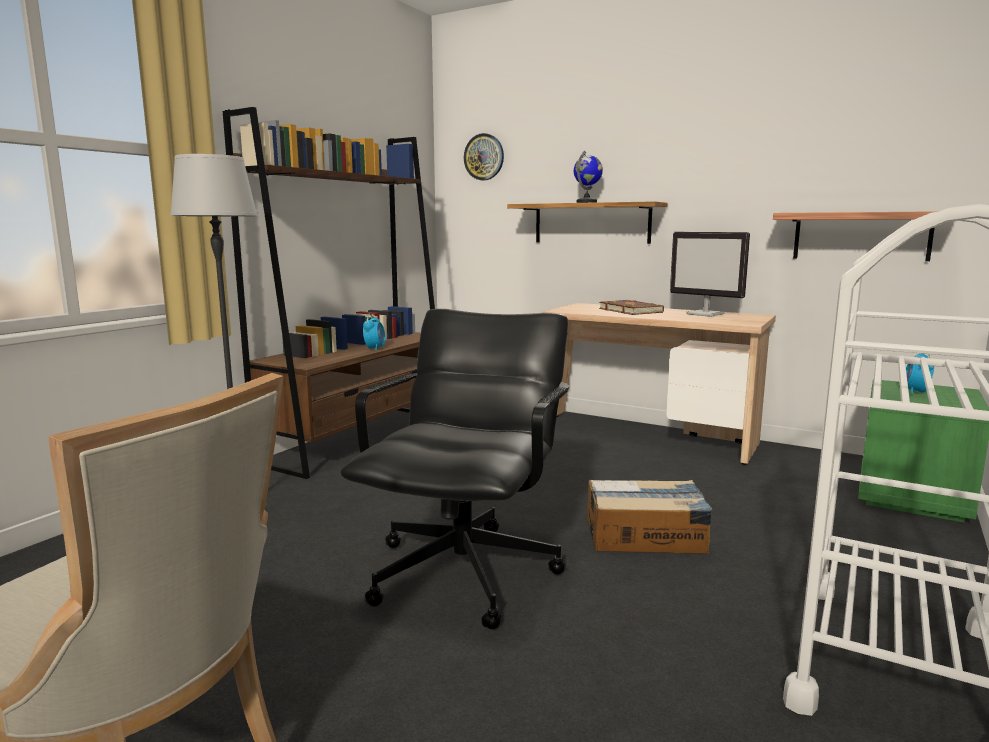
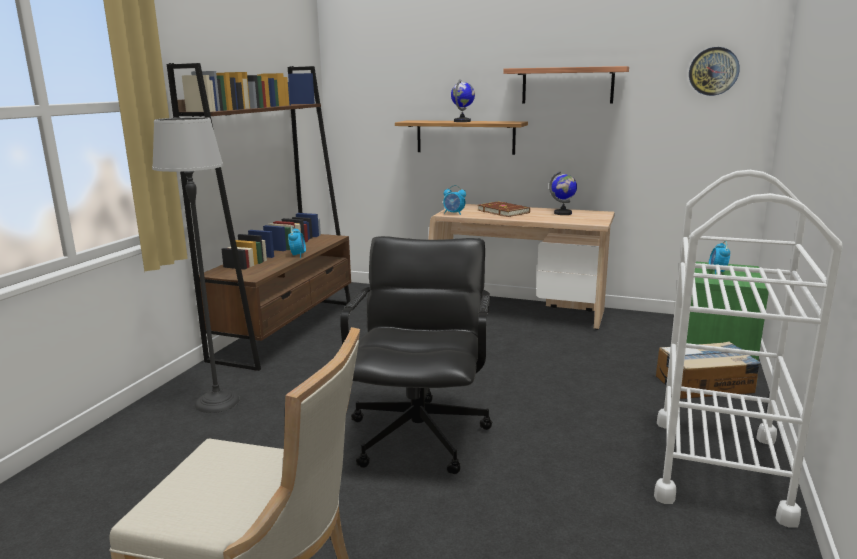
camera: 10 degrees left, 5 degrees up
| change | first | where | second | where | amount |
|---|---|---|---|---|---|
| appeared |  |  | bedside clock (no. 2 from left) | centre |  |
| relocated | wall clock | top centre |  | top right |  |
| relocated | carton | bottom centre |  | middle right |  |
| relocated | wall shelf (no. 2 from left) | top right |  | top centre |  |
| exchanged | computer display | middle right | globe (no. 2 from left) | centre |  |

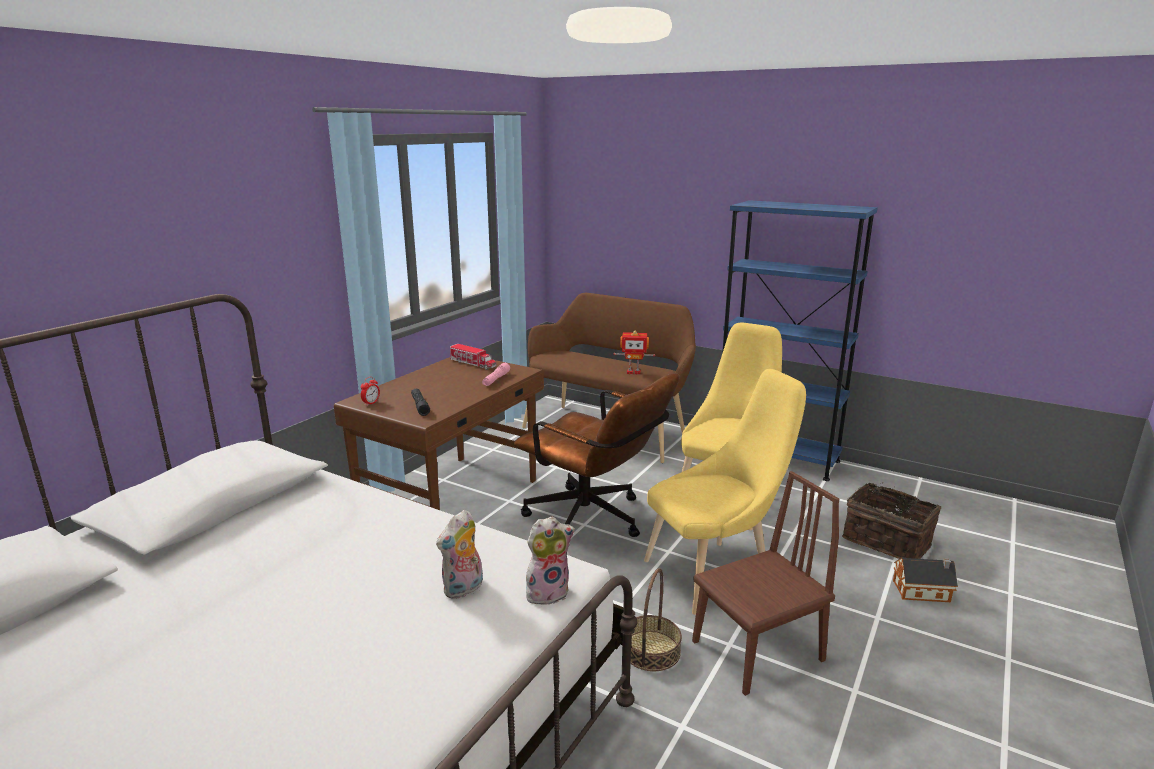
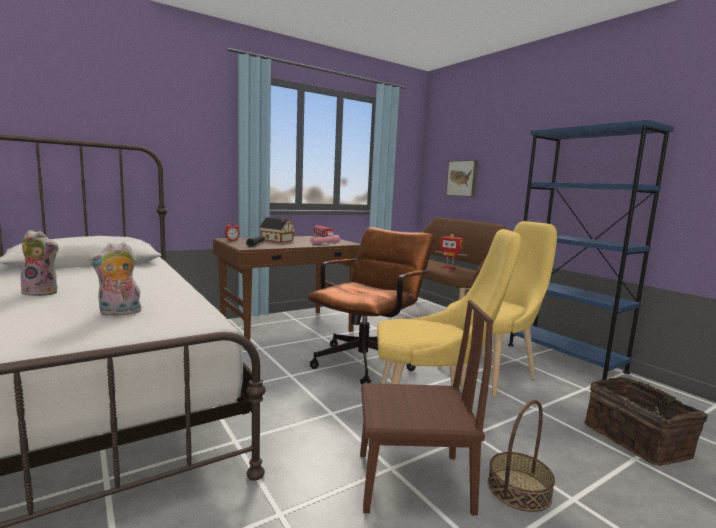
camera: 25 degrees right, 10 degrees down
| change | first | where | second | where | amount |
|---|---|---|---|---|---|
| appeared |  |  | wall picture | centre |  |
| relocated | plush toy (no. 2 from left in the first image) | bottom centre | plush toy (no. 1 from left) | middle left |  |
| relocated | household basket (no. 1 from left) | bottom centre |  | bottom right |  |
| relocated | toy house | bottom right |  | centre |  |
| spun | brownish office chair | centre |  | centre | 120 degrees counterclockwise |

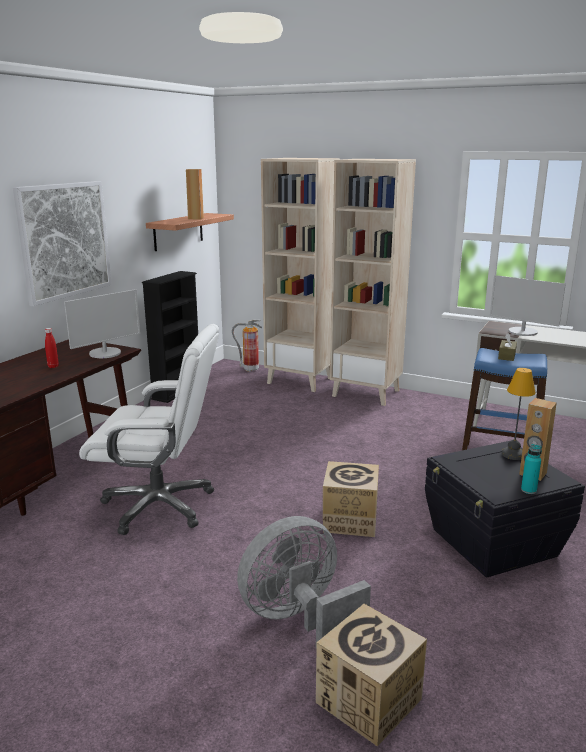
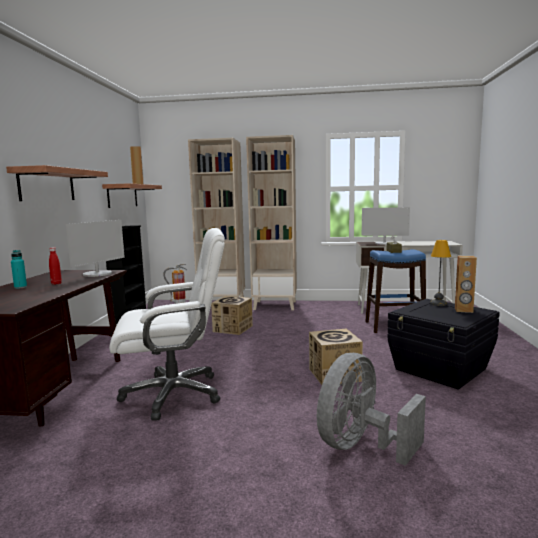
camera: 20 degrees left, 10 degrees down
| change | first | where | second | where | amount |
|---|---|---|---|---|---|
| relocated | carton (no. 2 from left in the first image) | bottom centre | carton (no. 1 from left) | centre |  |
| relocated | blue-green bottle | middle right |  | middle left |  |
| exchanged | wall picture | top left | wall shelf (no. 1 from left) | middle left |  |

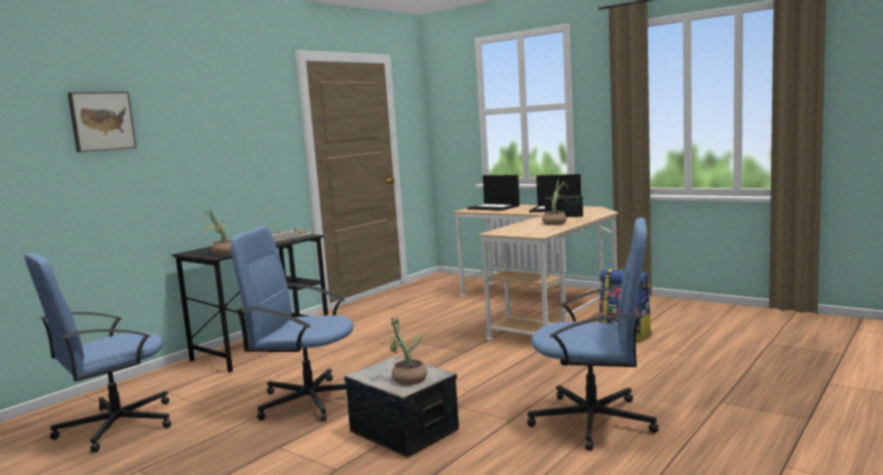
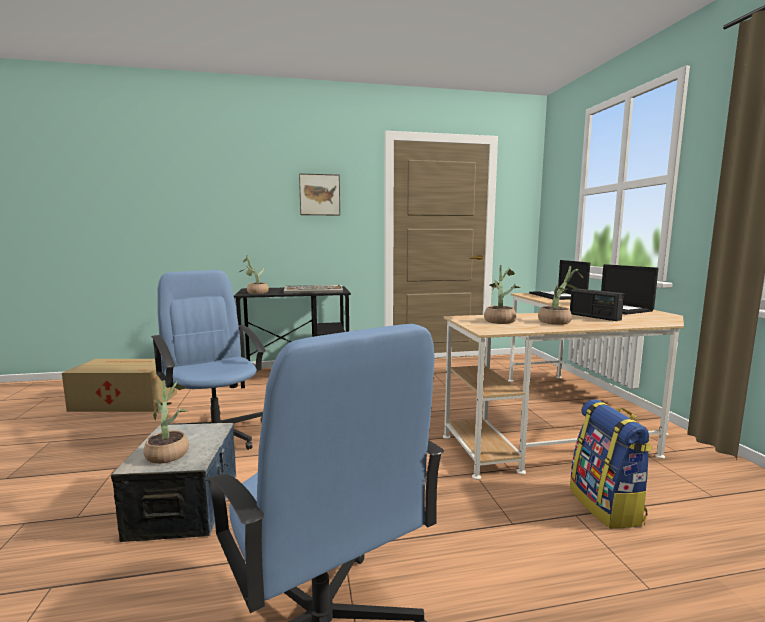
camera: 40 degrees right, 0 degrees up
| change | first | where | second | where | amount |
|---|---|---|---|---|---|
| appeared |  |  | plant in a pot (no. 3 from left) | centre |  |
| relocated | wall picture | top left |  | top centre |  |
| exchanged | bluish office chair (no. 1 from left) | bottom left | carton | middle left |  |

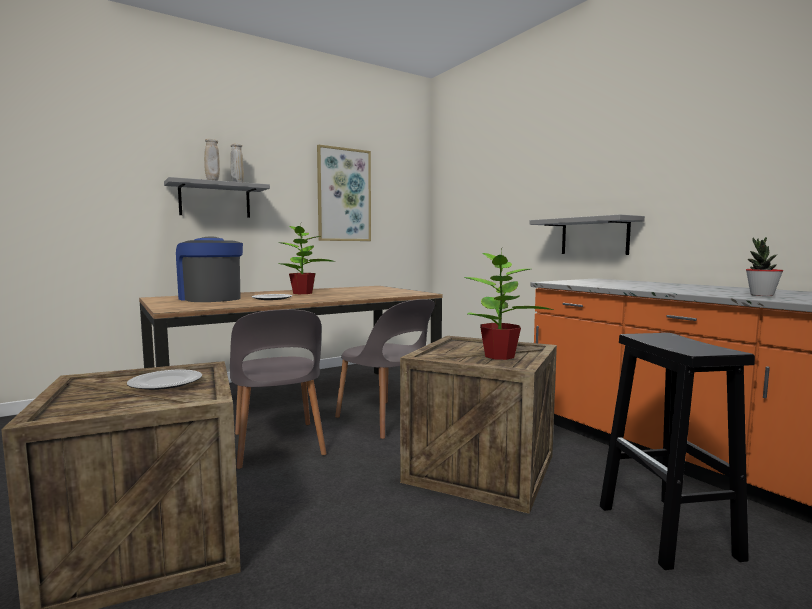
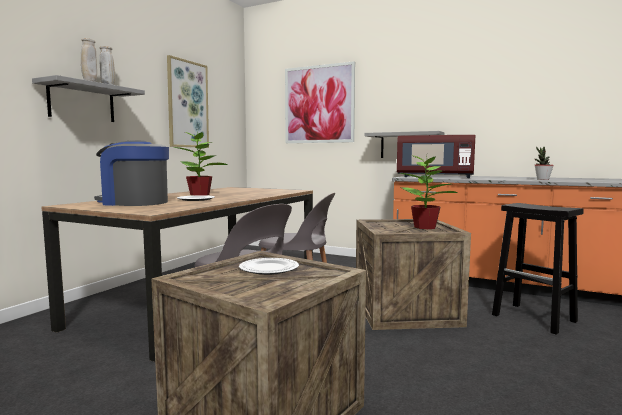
camera: 30 degrees left, 0 degrees up
| change | first | where | second | where | amount |
|---|---|---|---|---|---|
| appeared |  |  | wall picture (no. 2 from left) | top centre |  |
| appeared |  |  | red-coloured microwave oven | middle right |  |

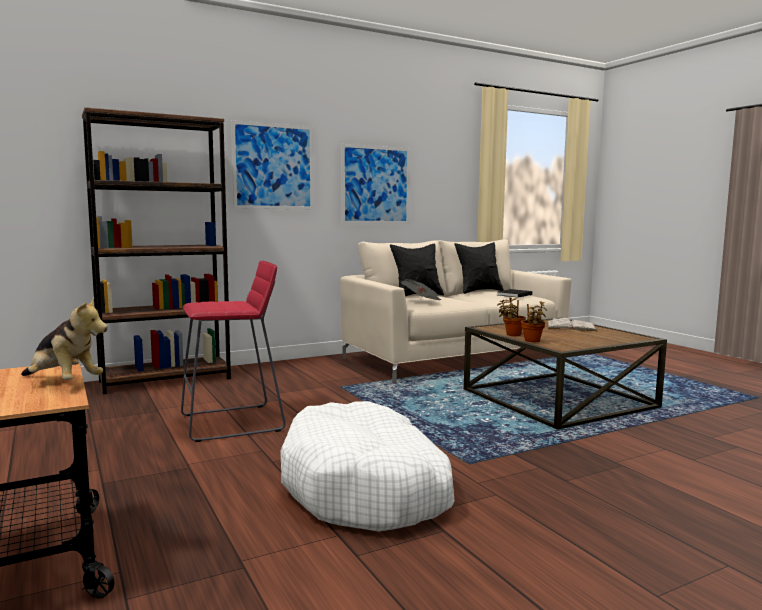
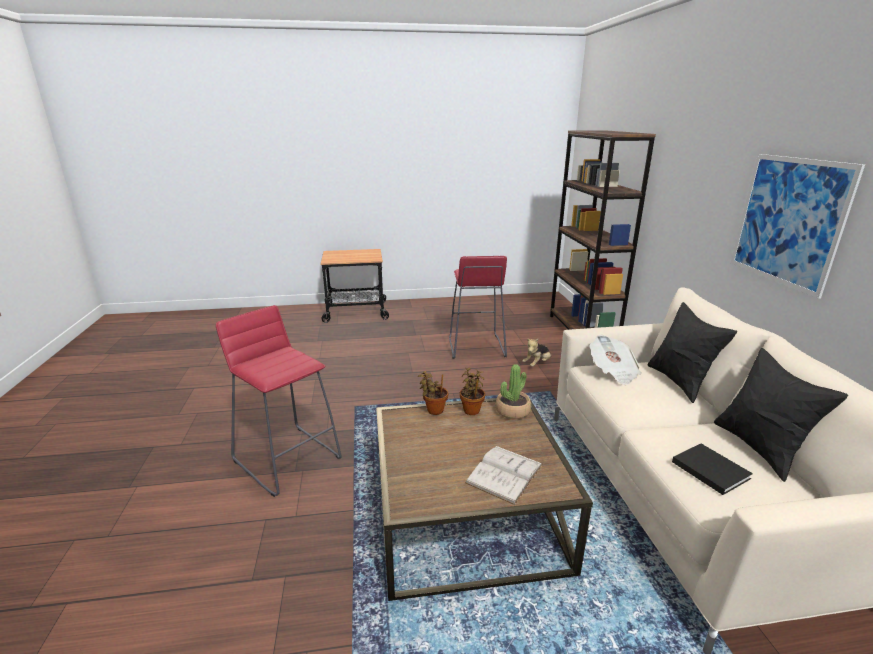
camera: 110 degrees right, 15 degrees up
| change | first | where | second | where | amount |
|---|---|---|---|---|---|
| missing | wall picture (no. 1 from left) | top centre |  |  |  |
| missing | whitish dog bed | bottom centre |  |  |  |
| appeared |  |  | red-coloured stool seat (no. 1 from left) | middle left |  |
| appeared |  |  | plant in a pot (no. 3 from left) | centre |  |
| relocated | plush toy | middle left |  | centre |  |

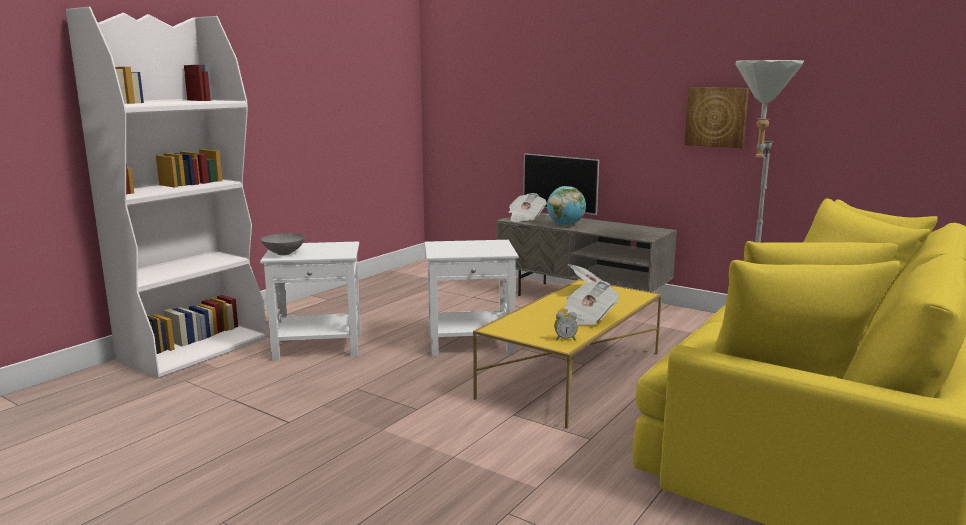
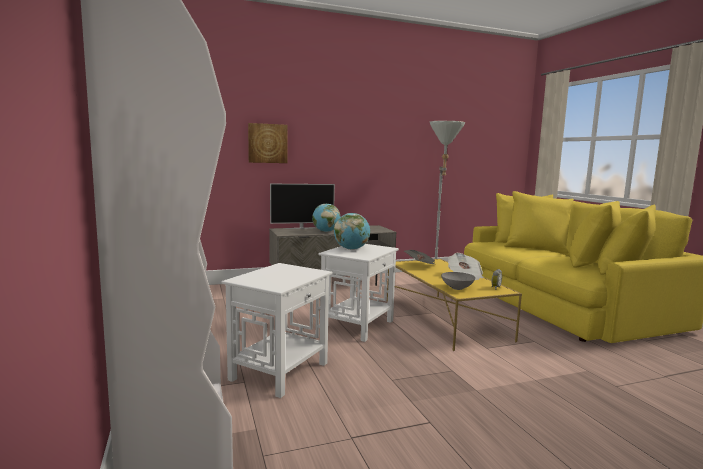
camera: 55 degrees left, 5 degrees down
| change | first | where | second | where | amount |
|---|---|---|---|---|---|
| missing | newspaper (no. 1 from left) | centre |  |  |  |
| appeared |  |  | globe (no. 2 from left) | centre |  |
| relocated | grey serving bowl | middle left |  | centre |  |
| relocated | wall picture | top right |  | top centre |  |

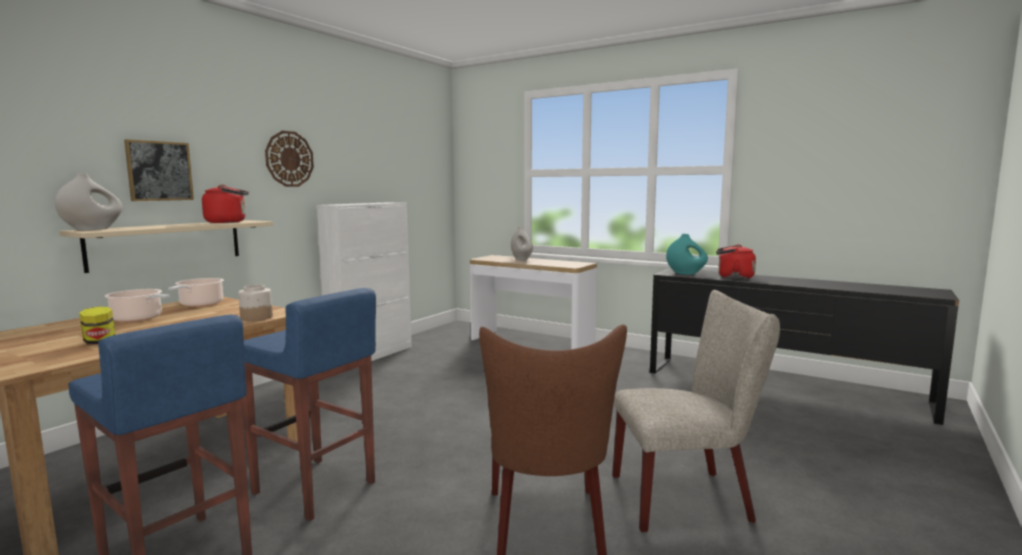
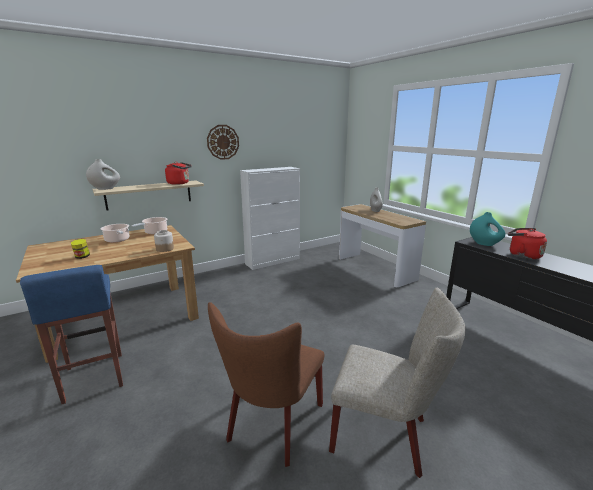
camera: 25 degrees right, 10 degrees up
| change | first | where | second | where | amount |
|---|---|---|---|---|---|
| missing | wall picture | top left |  |  |  |
| missing | bluish stool seat (no. 2 from left) | bottom left |  |  |  |

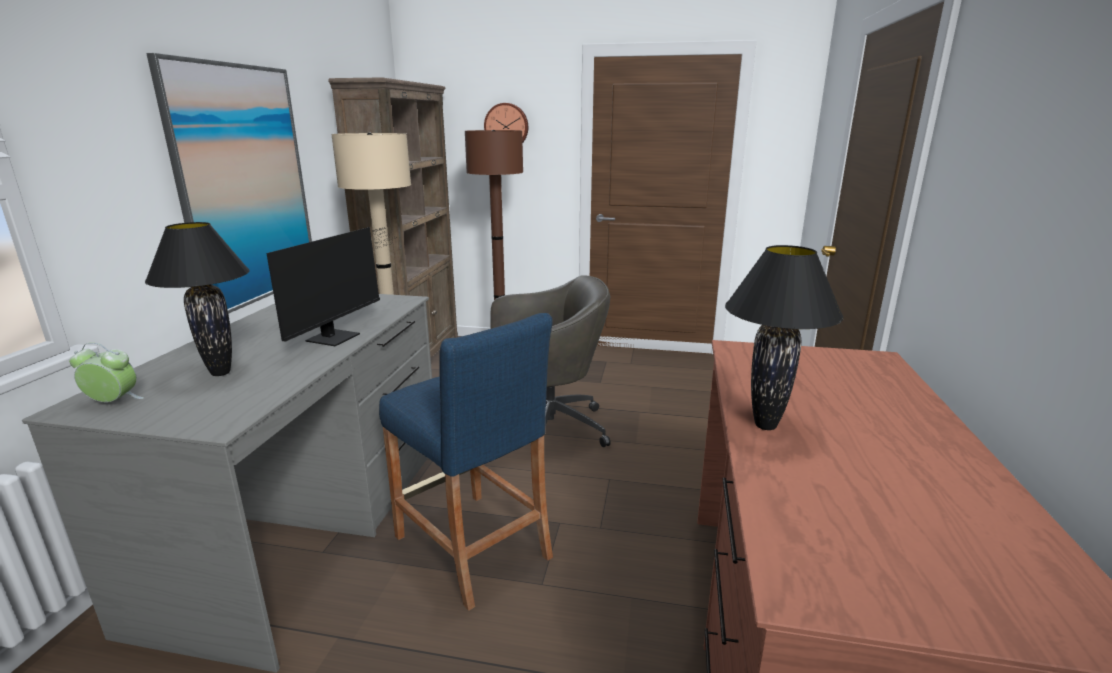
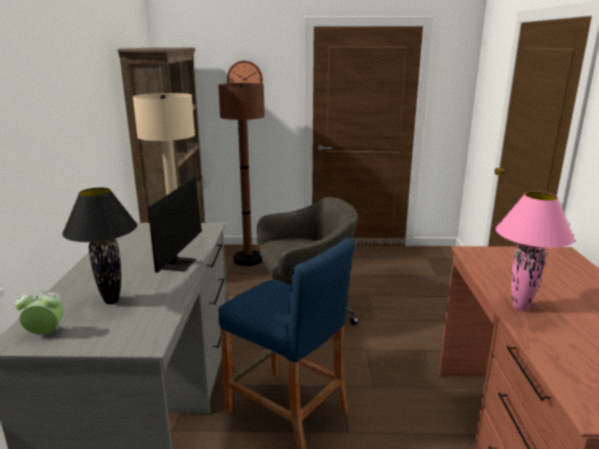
camera: 10 degrees left, 0 degrees up
| change | first | where | second | where | amount |
|---|---|---|---|---|---|
| missing | wall picture | top left |  |  |  |
| colour | blackish tabletop lamp (no. 2 from left) | middle right | pink tabletop lamp | middle right |  |

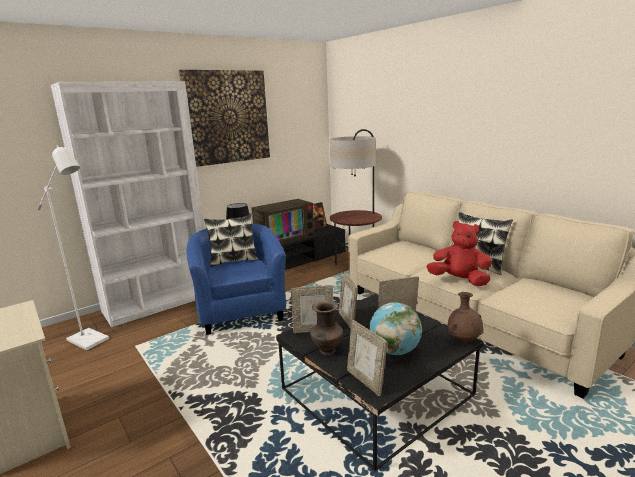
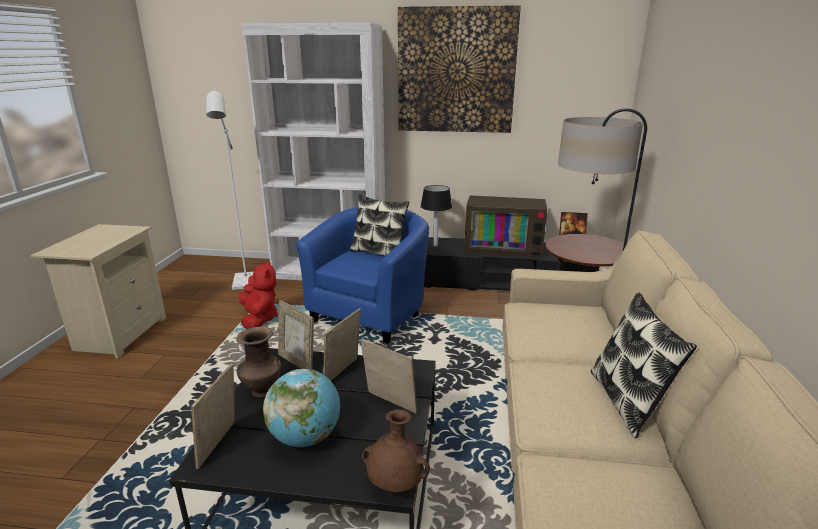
camera: 45 degrees right, 5 degrees up
| change | first | where | second | where | amount |
|---|---|---|---|---|---|
| relocated | red-coloured plush toy | middle right |  | middle left |  |

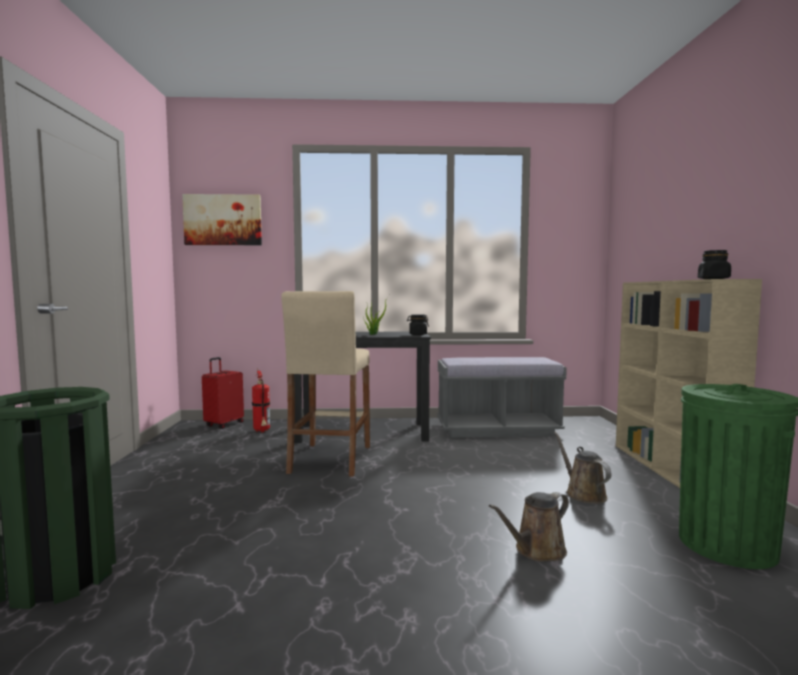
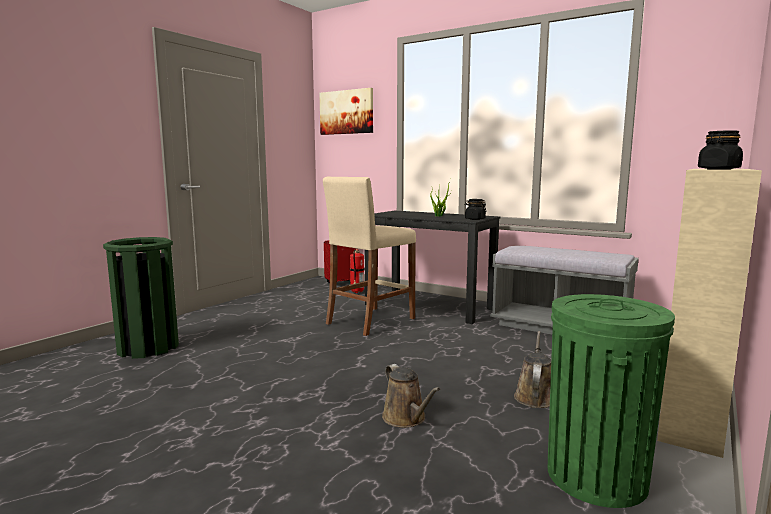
camera: 35 degrees right, 5 degrees up
| change | first | where | second | where | amount |
|---|---|---|---|---|---|
| spun | brownish watering pot (no. 1 from left) | bottom centre |  | bottom centre | 120 degrees counterclockwise |

